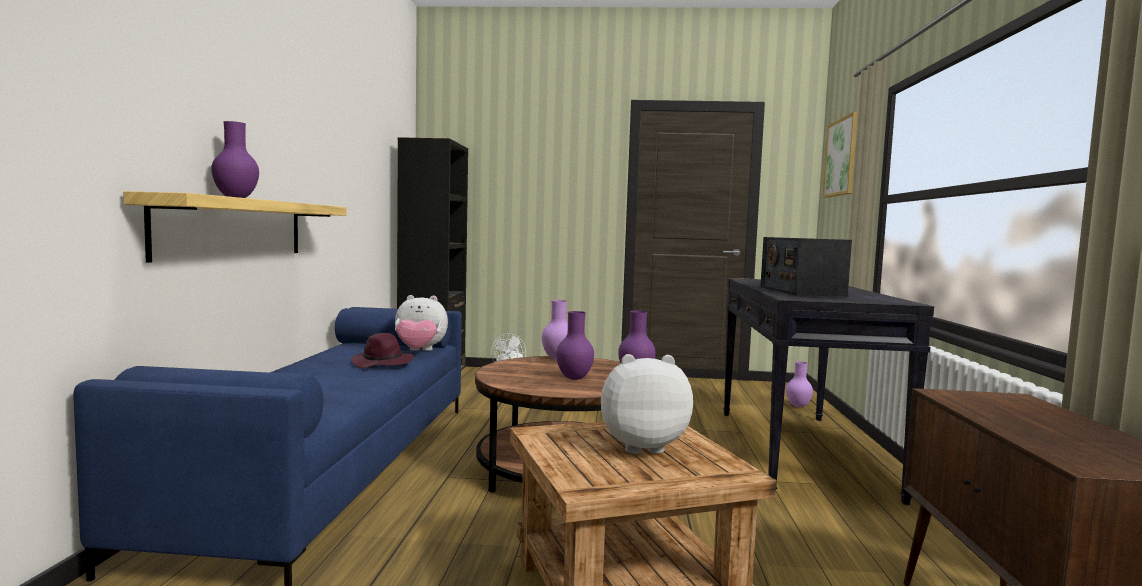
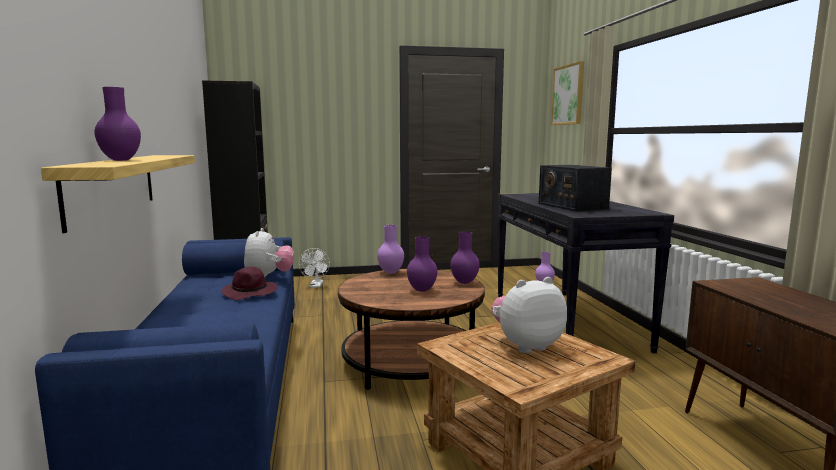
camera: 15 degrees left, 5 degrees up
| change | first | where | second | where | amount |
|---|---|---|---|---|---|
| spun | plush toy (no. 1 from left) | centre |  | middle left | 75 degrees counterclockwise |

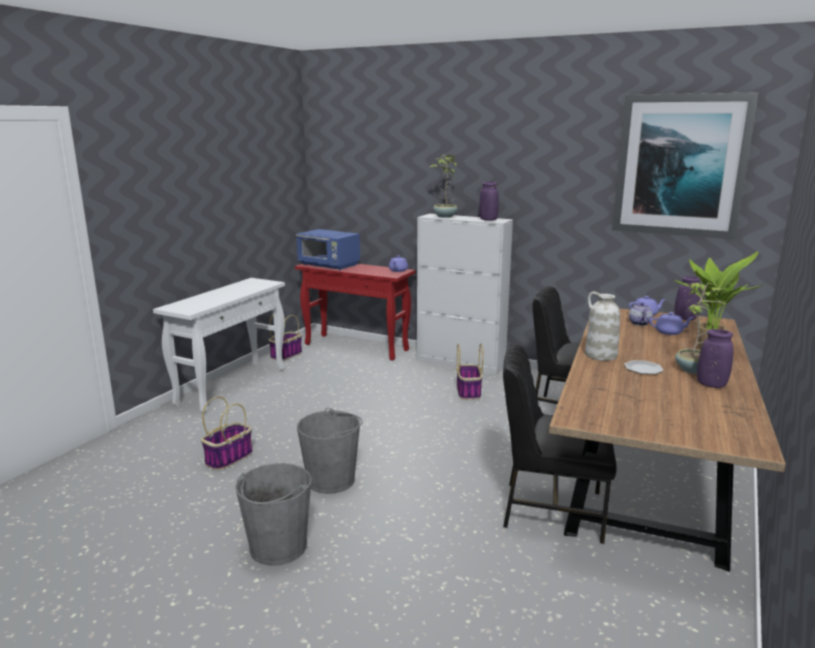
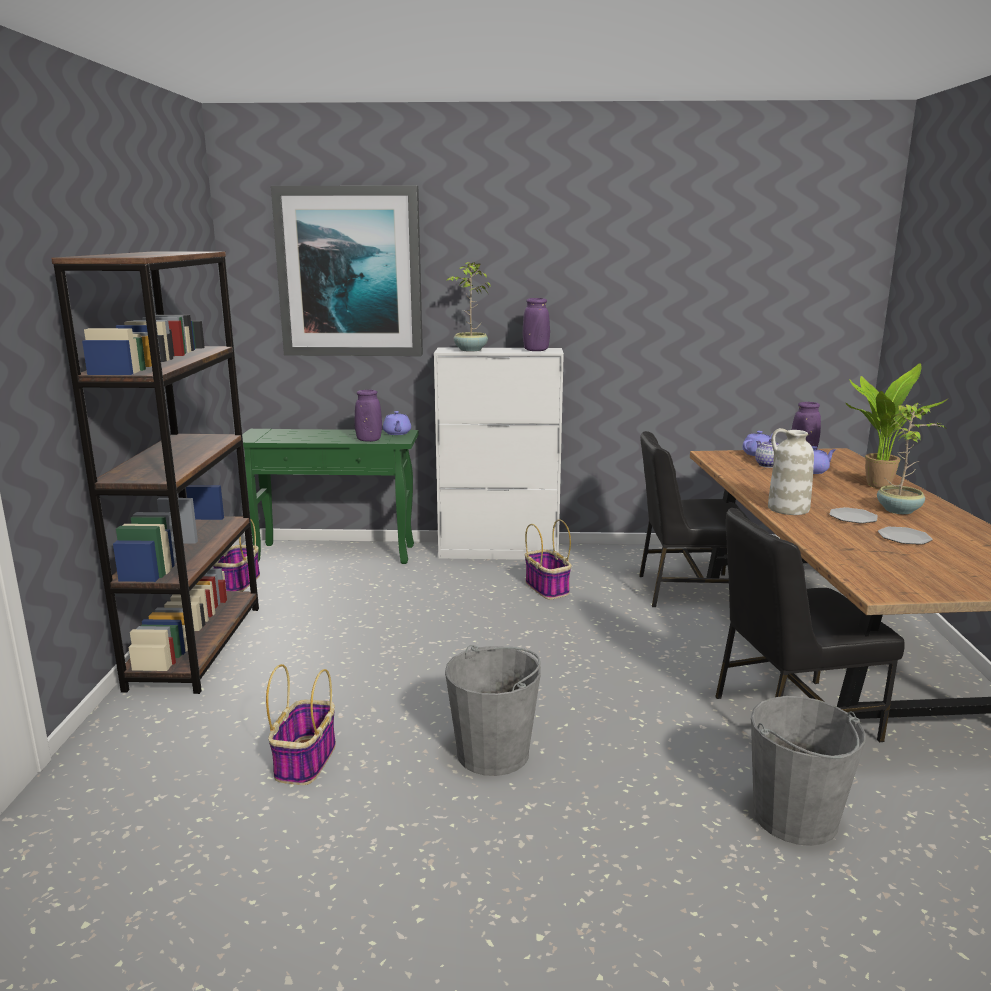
camera: 25 degrees left, 0 degrees up
| change | first | where | second | where | amount |
|---|---|---|---|---|---|
| missing | bluish microwave oven | centre |  |  |  |
| appeared |  |  | plate (no. 2 from left) | middle right |  |
| relocated | grey water bucket (no. 1 from left in the first image) | bottom centre | grey water bucket (no. 2 from left) | bottom right |  |
| relocated | wall picture | top right |  | top centre |  |
| relocated | purple-coloured flower vase (no. 3 from left in the first image) | middle right | purple-coloured flower vase (no. 1 from left) | centre |  |
| exchanged | whitish hall table | middle left | brownish shelving unit | middle left |  |
| colour | red-coloured hall table | centre | greenish hall table | middle left |  |

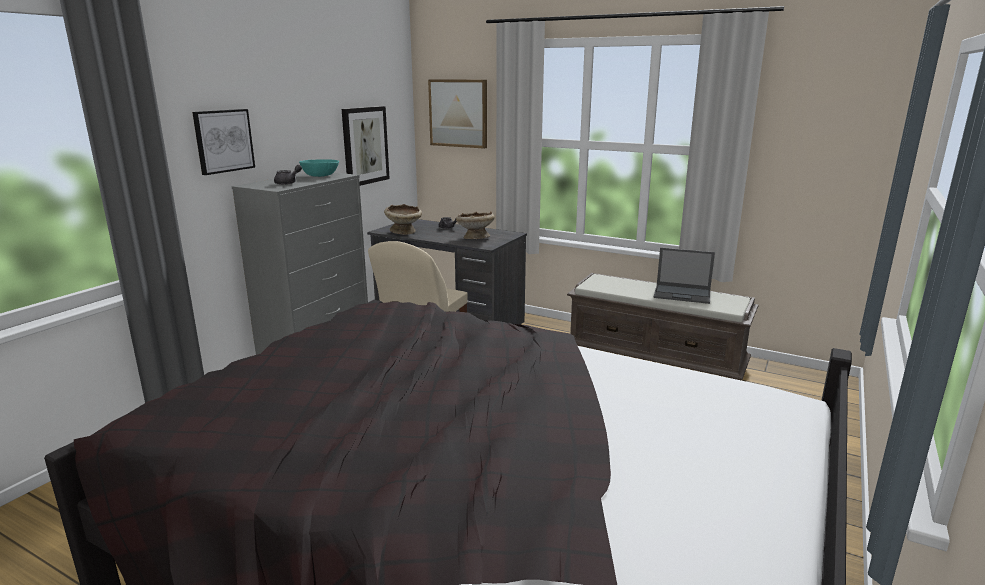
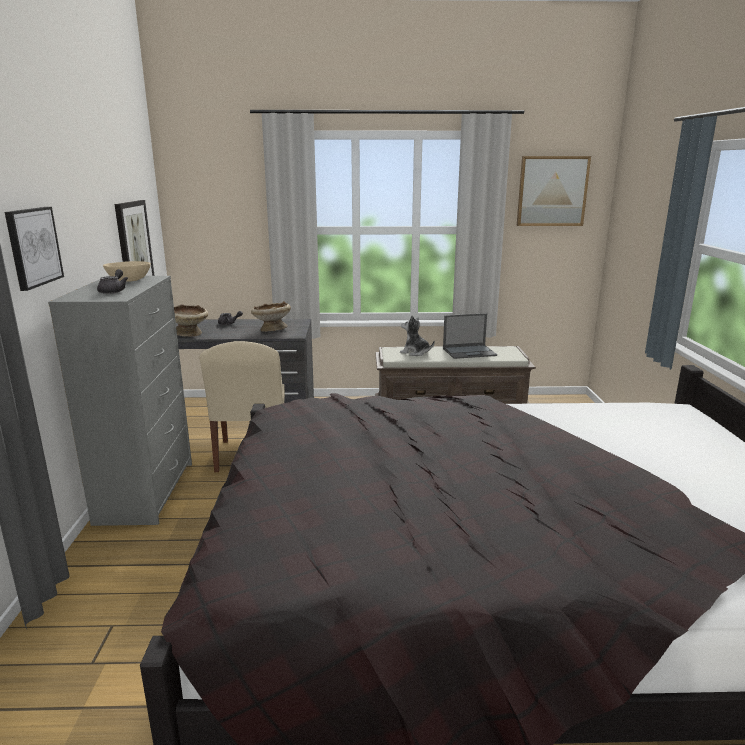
camera: 30 degrees left, 0 degrees up
| change | first | where | second | where | amount |
|---|---|---|---|---|---|
| appeared |  |  | plush toy | centre |  |
| relocated | wall picture (no. 3 from left) | top centre |  | top right |  |
| colour | blue-green serving bowl | top left | sand-coloured serving bowl (no. 1 from left) | middle left |  |

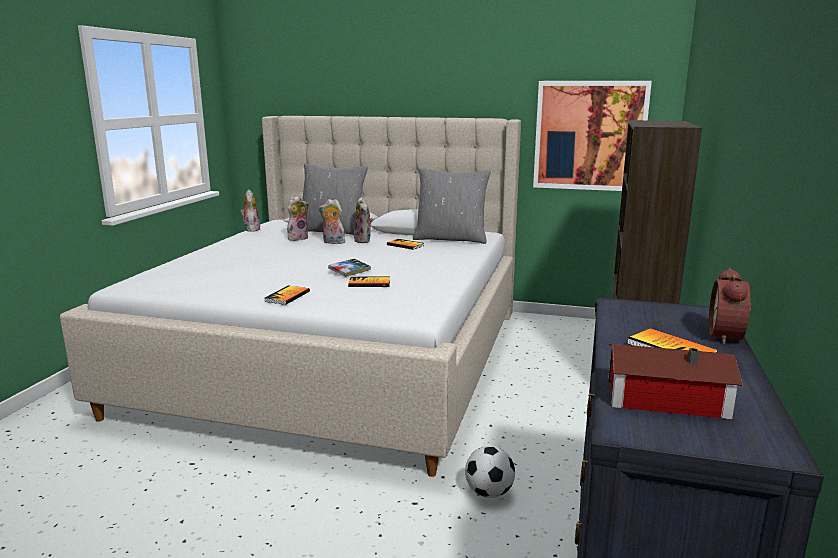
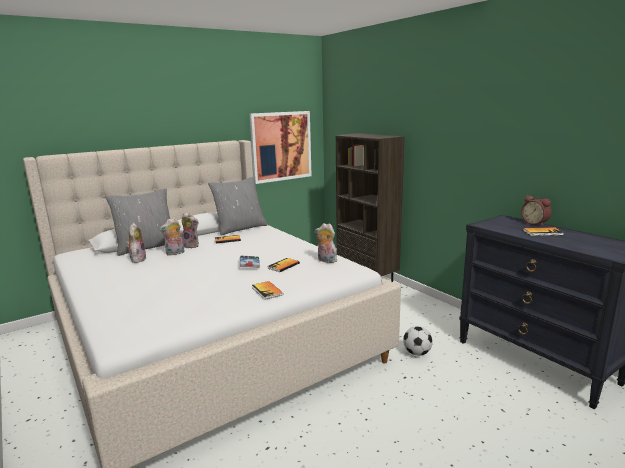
camera: 50 degrees left, 0 degrees up
| change | first | where | second | where | amount |
|---|---|---|---|---|---|
| missing | toy house | bottom right |  |  |  |
| relocated | plush toy (no. 1 from left in the first image) | middle left | plush toy (no. 4 from left) | centre |  |

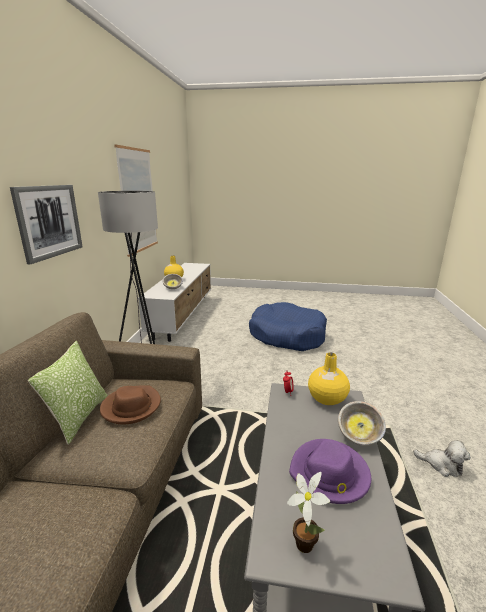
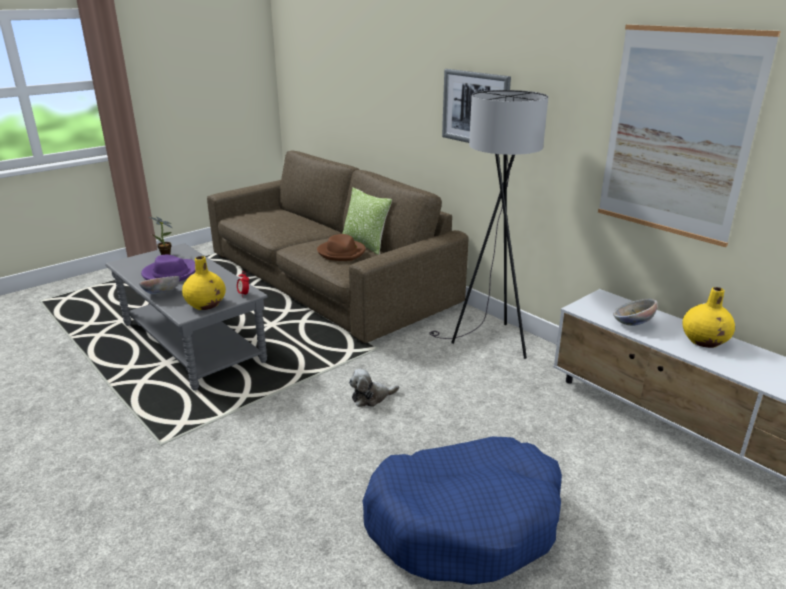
camera: 130 degrees right, 5 degrees up
| change | first | where | second | where | amount |
|---|---|---|---|---|---|
| relocated | plush toy | bottom right |  | centre |  |

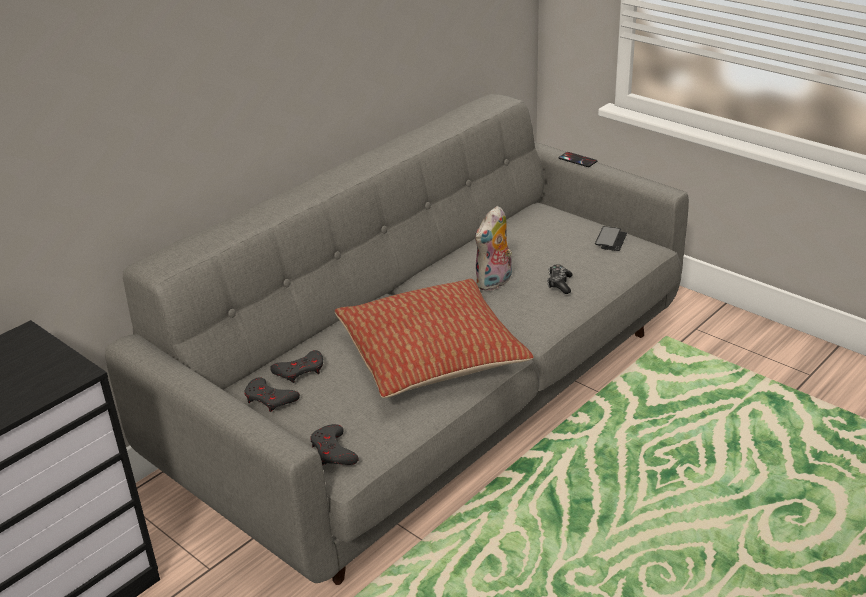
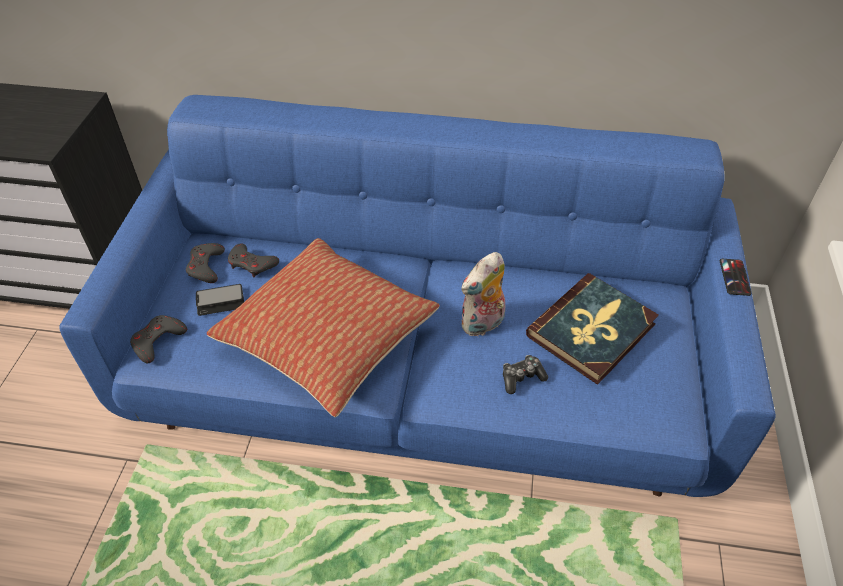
camera: 55 degrees right, 15 degrees up
| change | first | where | second | where | amount |
|---|---|---|---|---|---|
| appeared |  |  | book | middle right |  |
| relocated | telephone (no. 2 from left in the first image) | middle right | telephone (no. 1 from left) | middle left |  |
| colour | grey sofa | centre | bluish sofa | centre |  |
| spun | plush toy | centre |  | centre | 45 degrees counterclockwise |

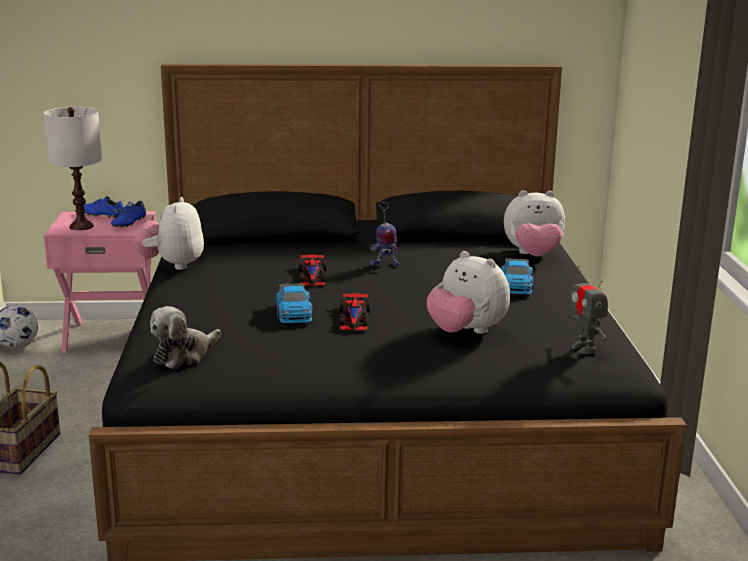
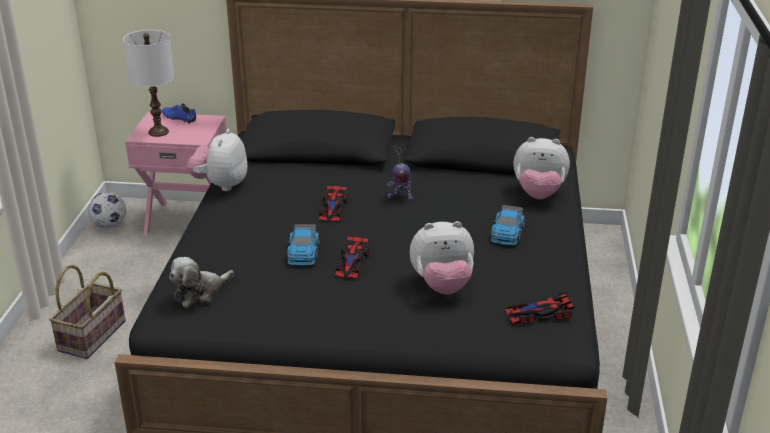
camera: 10 degrees right, 10 degrees up
| change | first | where | second | where | amount |
|---|---|---|---|---|---|
| missing | bluish low shoe (no. 2 from left) | middle left |  |  |  |
| exchanged | toy robot (no. 2 from left) | middle right | miniature car (no. 5 from left) | bottom right |  |
| spun | plush toy (no. 3 from left) | centre |  | centre | 60 degrees counterclockwise |

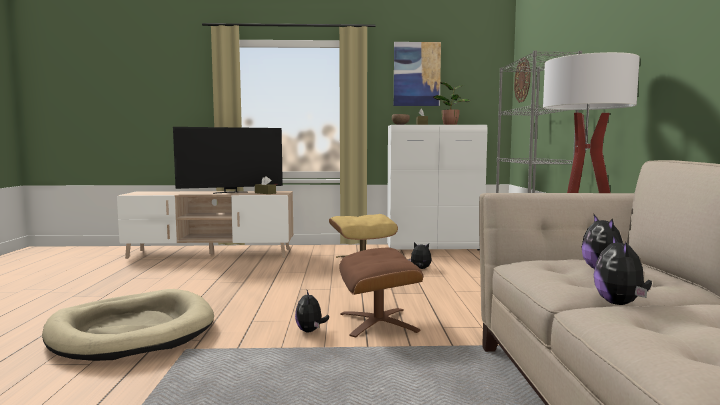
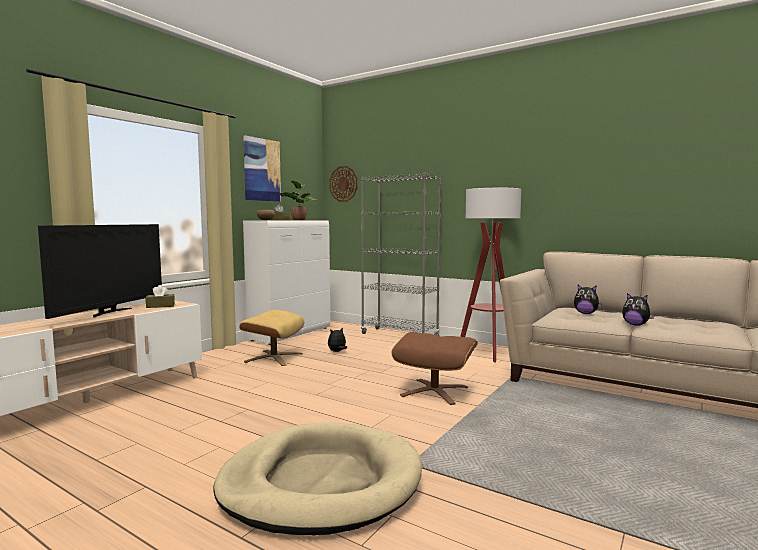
camera: 55 degrees left, 0 degrees up
| change | first | where | second | where | amount |
|---|---|---|---|---|---|
| missing | plush toy (no. 1 from left) | bottom centre |  |  |  |

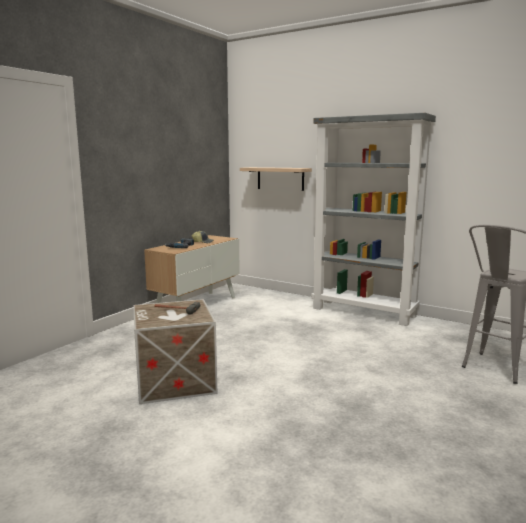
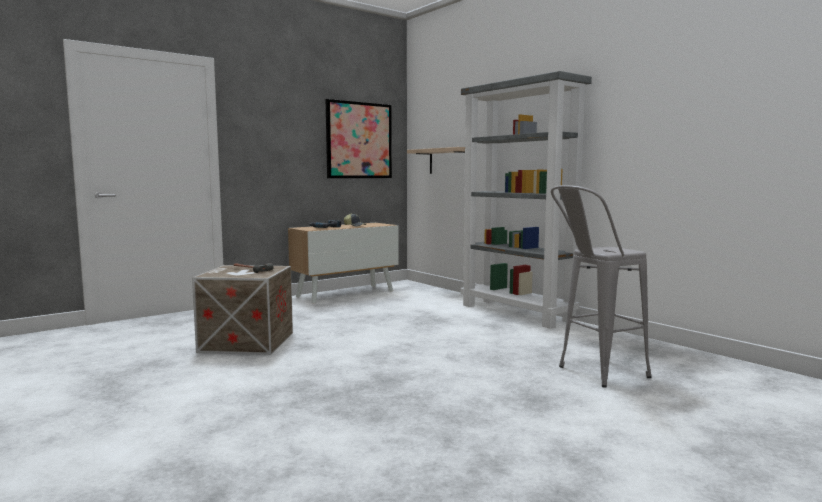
camera: 20 degrees right, 5 degrees down
| change | first | where | second | where | amount |
|---|---|---|---|---|---|
| appeared |  |  | wall picture | top centre |  |

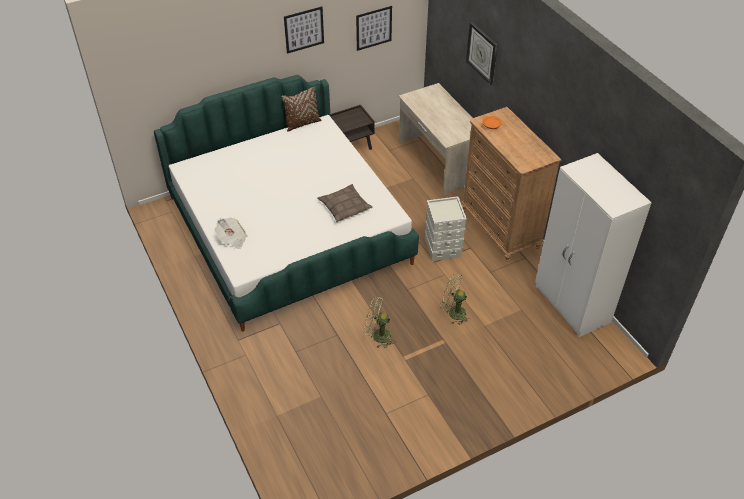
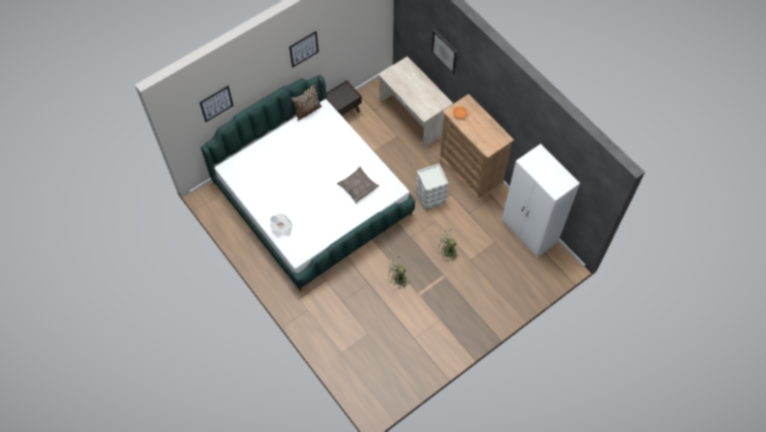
camera: 10 degrees left, 15 degrees up
| change | first | where | second | where | amount |
|---|---|---|---|---|---|
| relocated | wall picture (no. 2 from left in the first image) | top centre | wall picture (no. 1 from left) | top left |  |

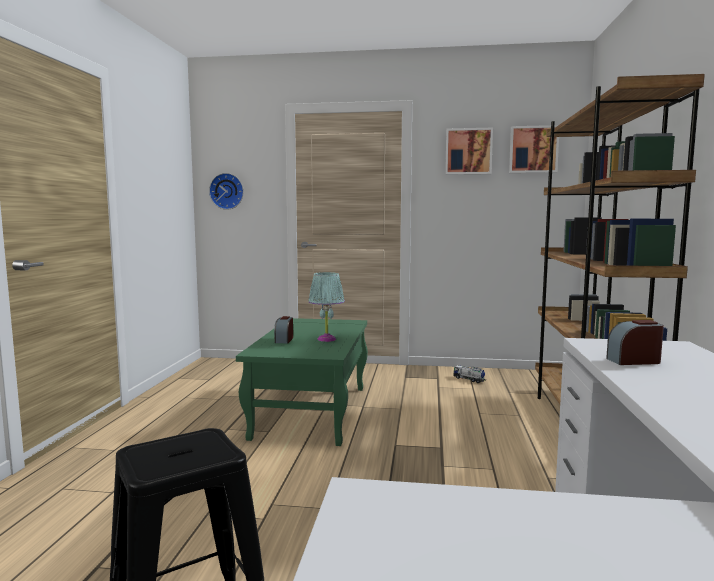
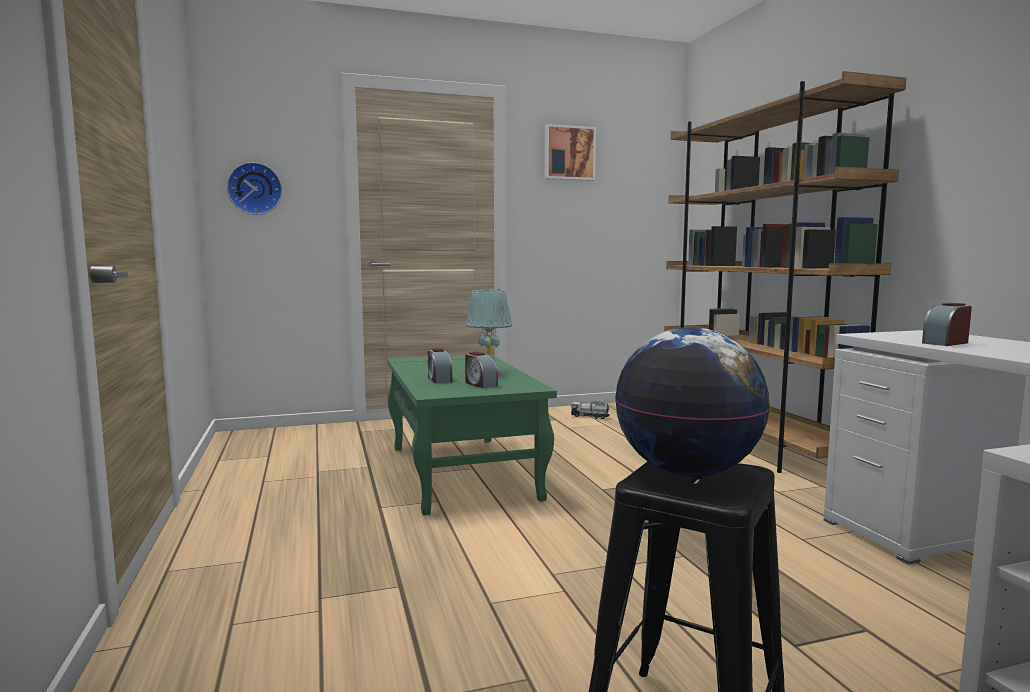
camera: 25 degrees left, 0 degrees up
| change | first | where | second | where | amount |
|---|---|---|---|---|---|
| missing | wall picture (no. 2 from left) | top right |  |  |  |
| appeared |  |  | bedside clock (no. 2 from left) | centre |  |
| appeared |  |  | globe | middle right |  |

